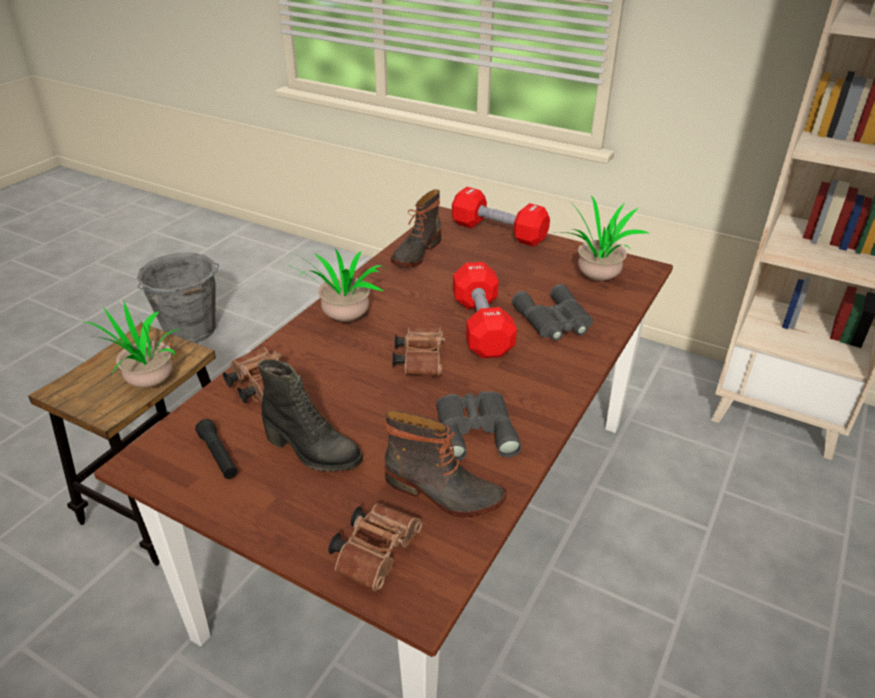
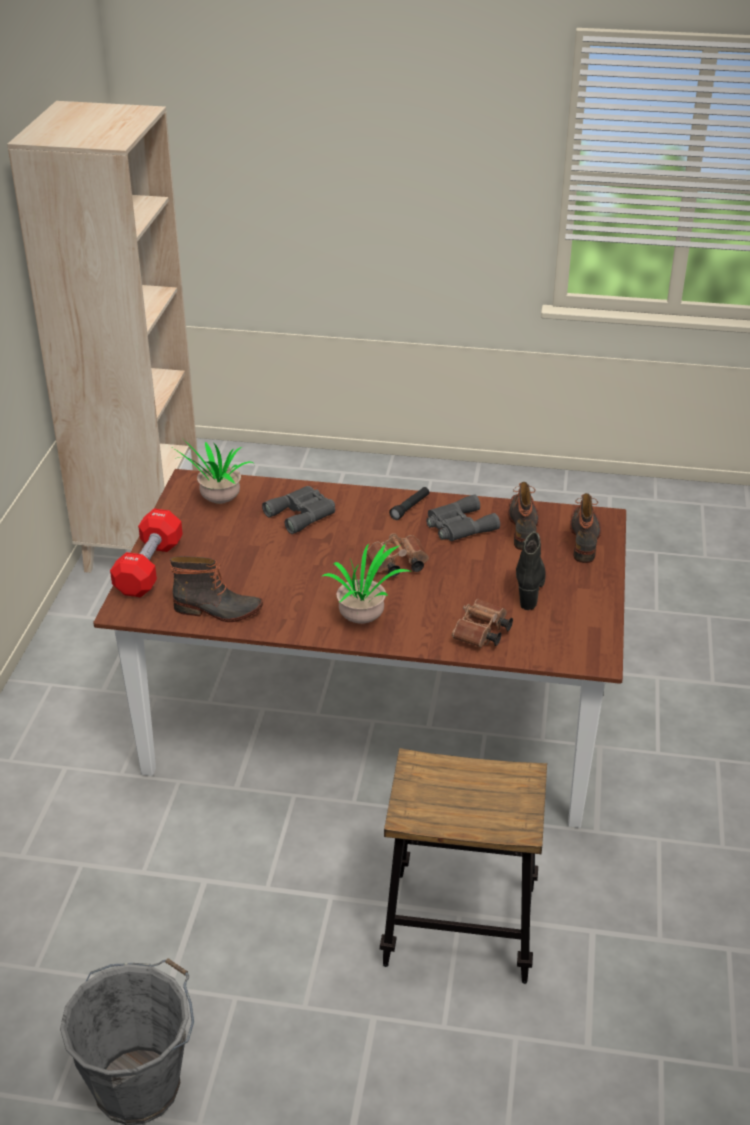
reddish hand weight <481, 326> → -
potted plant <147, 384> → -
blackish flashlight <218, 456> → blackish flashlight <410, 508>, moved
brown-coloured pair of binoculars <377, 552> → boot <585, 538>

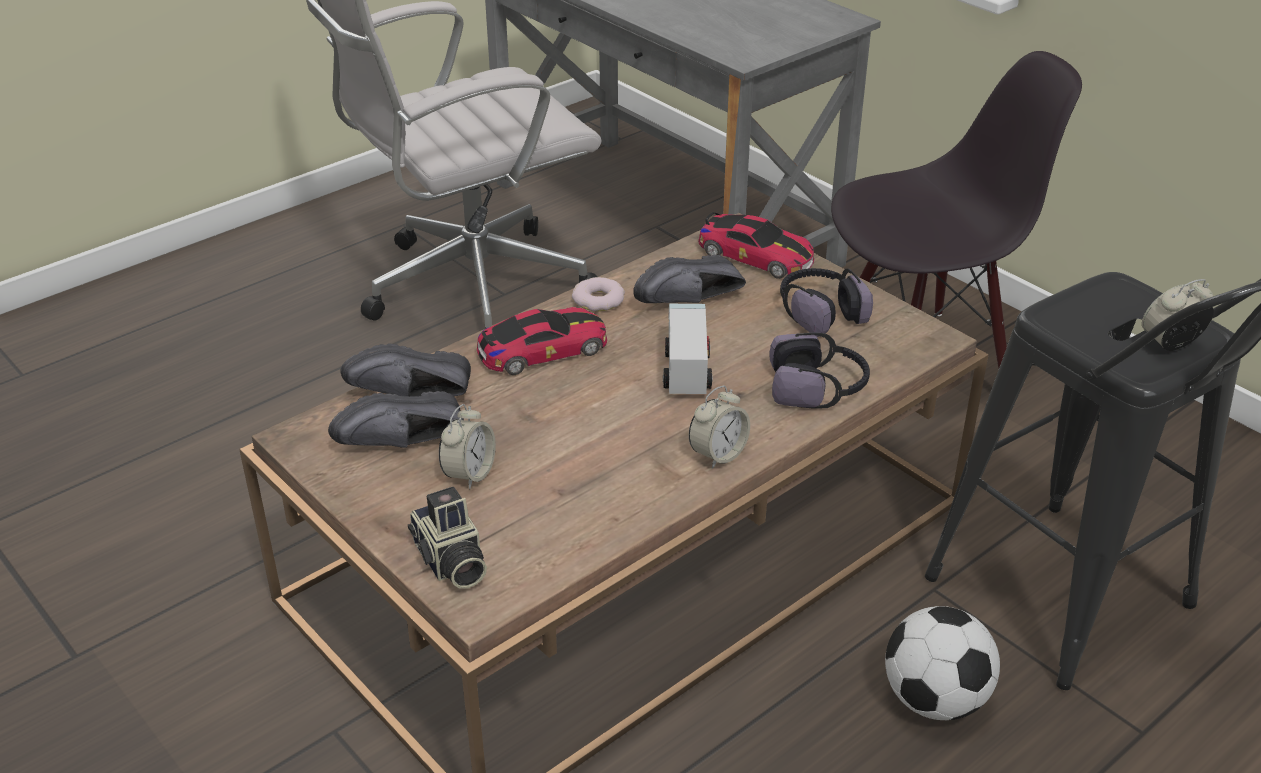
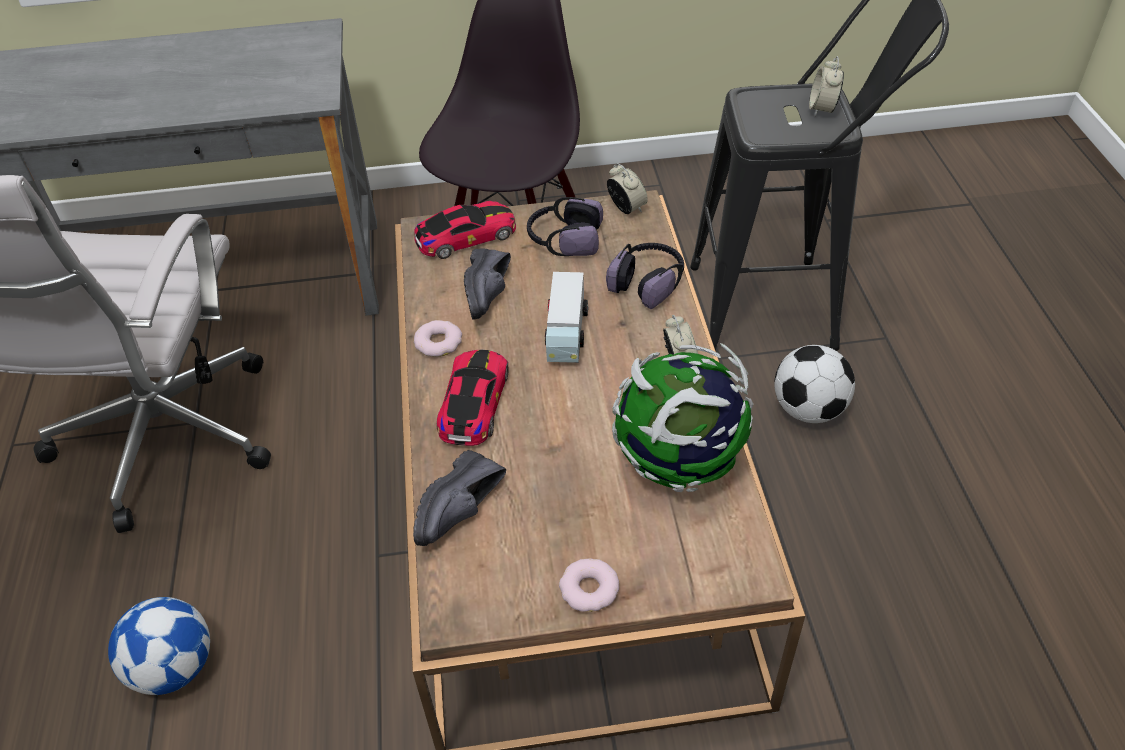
model truck <686, 366> → model truck <566, 333>, 120 degrees counterclockwise
blackish shoe <405, 444> → -
table clock <469, 474> → table clock <626, 208>, moved
photo camera <450, 563> → -
- → desk globe <680, 463>
- → doughnut <589, 589>
- → football <174, 667>

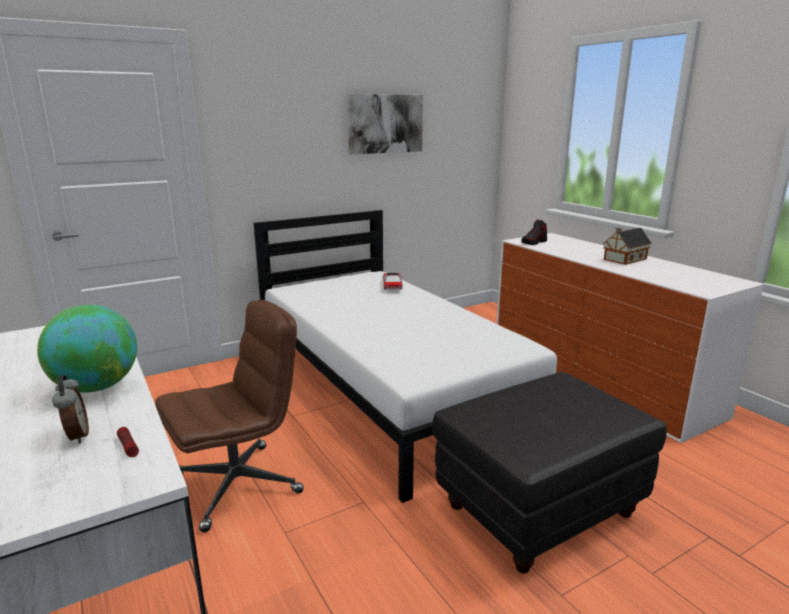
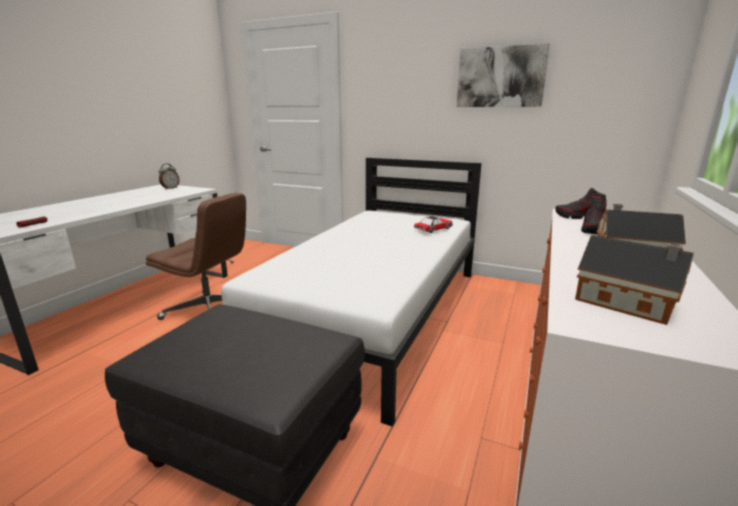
desk globe <96, 387> → -
table clock <76, 436> → table clock <170, 188>, moved
- → shoe <592, 230>
- → miniature house <628, 304>

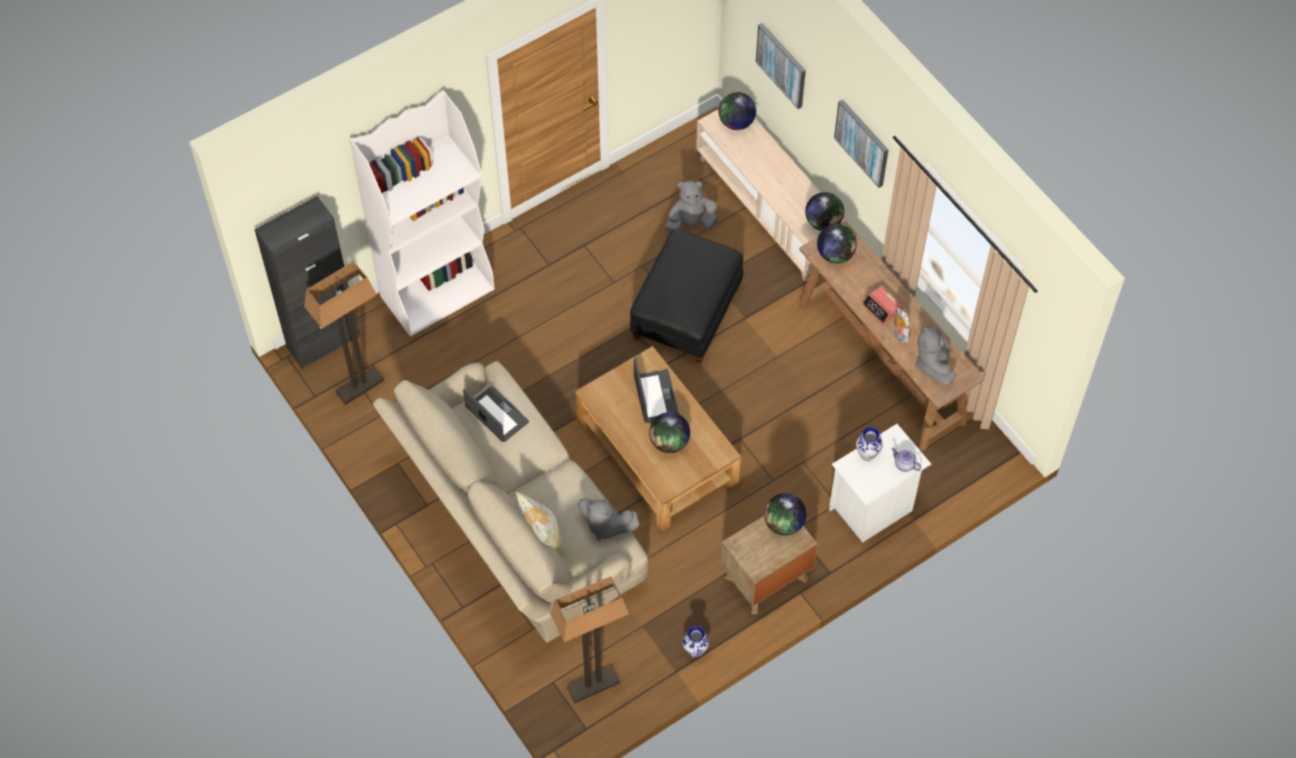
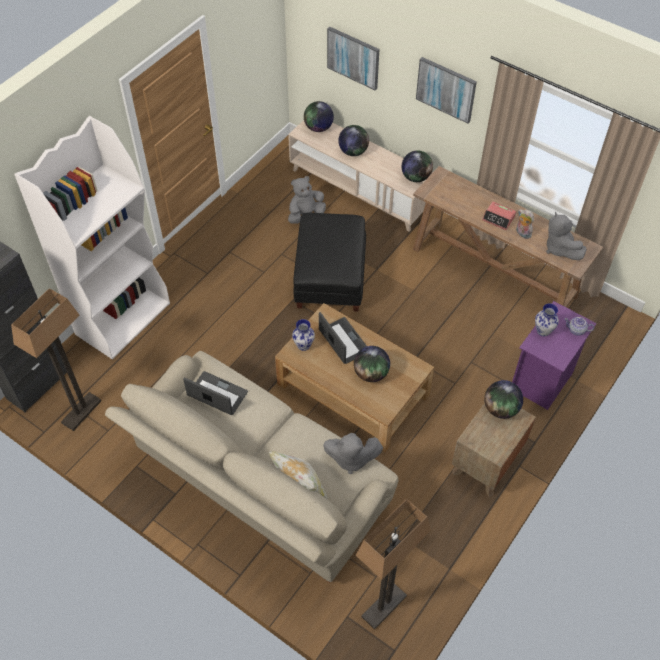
desk globe <835, 254> → desk globe <353, 151>, moved
whitish bedside table <872, 509> → purple-coloured bedside table <542, 382>
flower vase <695, 650> → flower vase <304, 345>, moved

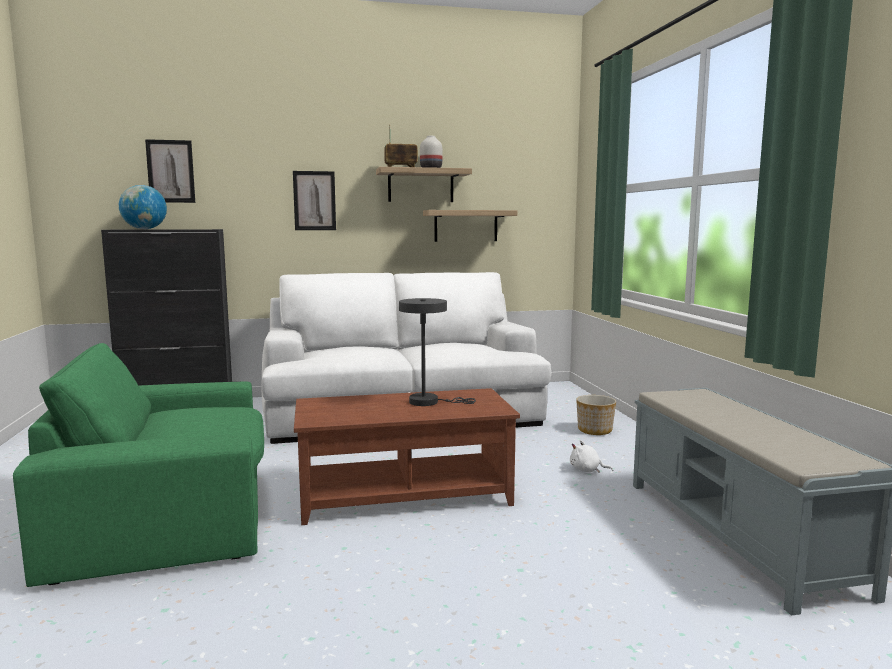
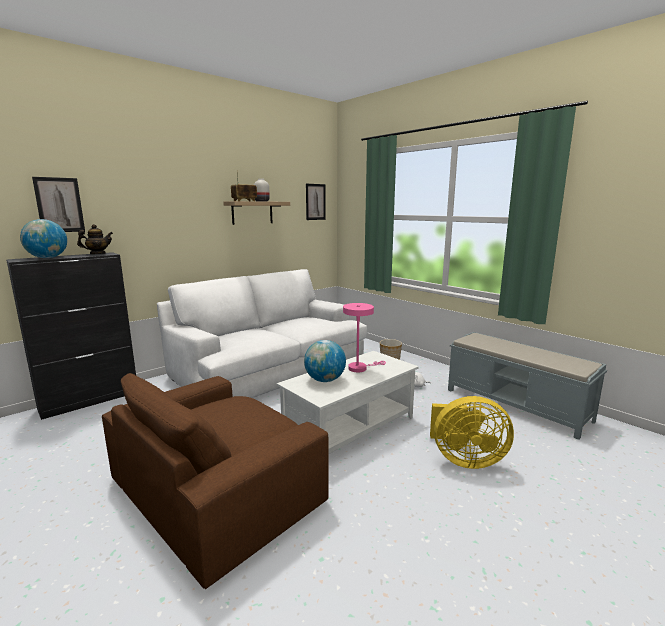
wall picture <314, 200> → wall picture <315, 202>, moved
wall shelf <466, 226> → -
greyish lamp for a table <429, 402> → pinkish lamp for a table <360, 368>
green-coloured armchair <169, 512> → brown-coloured armchair <217, 489>
brown-coloured low table <404, 494> → whitish low table <349, 428>
- → teapot <97, 254>
- → desk globe <324, 380>
- → yellow-coloured cooling fan <464, 459>

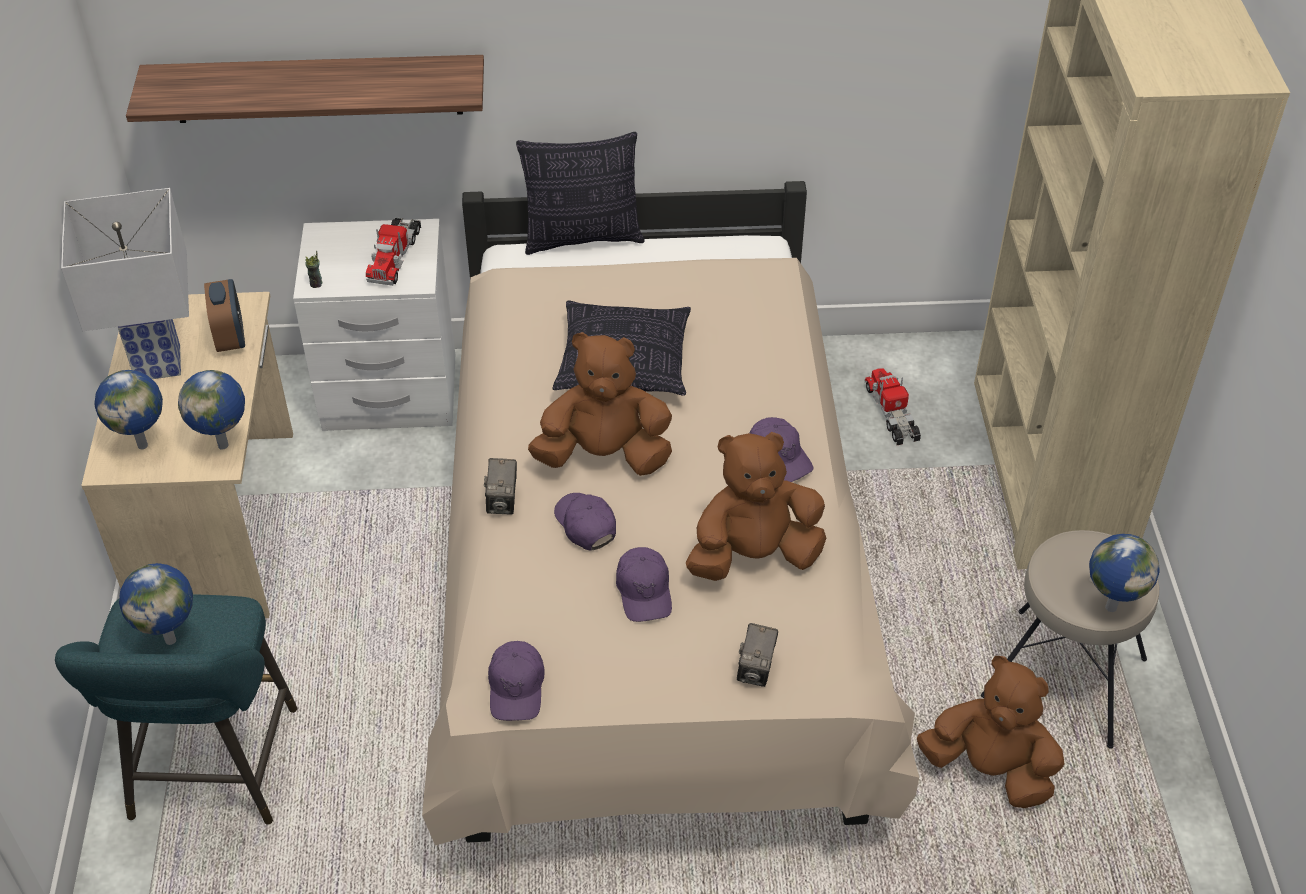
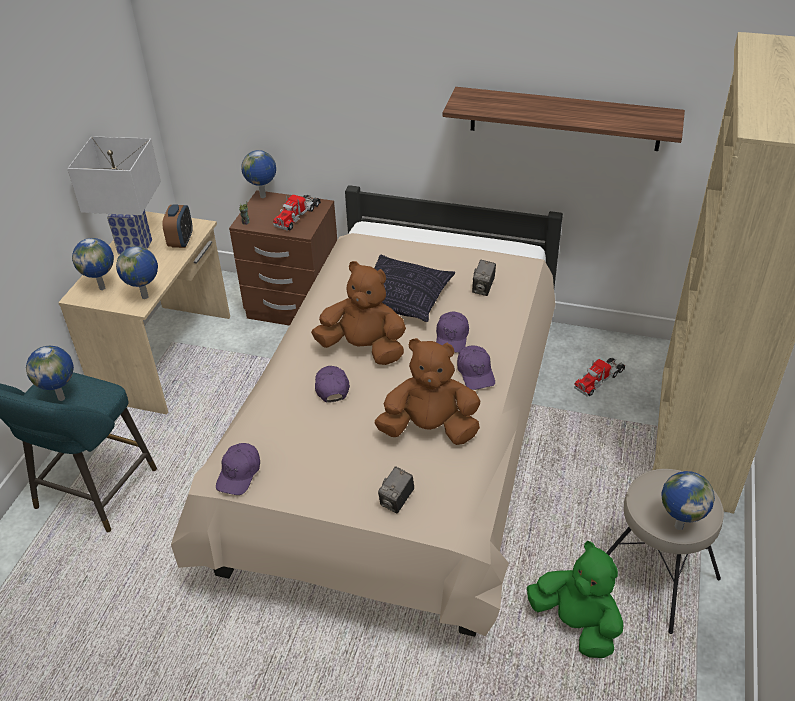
wall shelf <317, 88> → wall shelf <564, 119>, moved
pillow <583, 238> → -
whitish bedside table <390, 394> → brown-coloured bedside table <294, 306>
model truck <892, 413> → model truck <599, 379>, 135 degrees counterclockwise
photo camera <502, 501> → photo camera <483, 289>, moved
purple-coloured peaked cap <644, 591> → purple-coloured peaked cap <452, 337>, moved
brown-coloured plush toy <989, 769> → green-coloured plush toy <576, 623>
- → desk globe <263, 197>

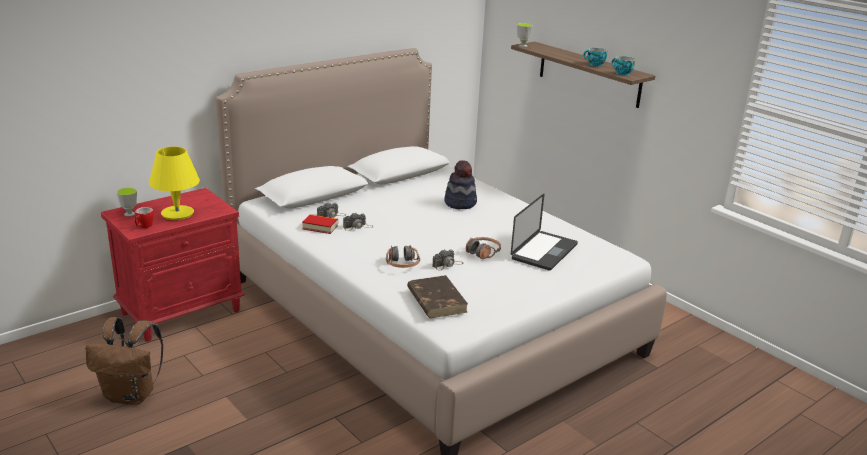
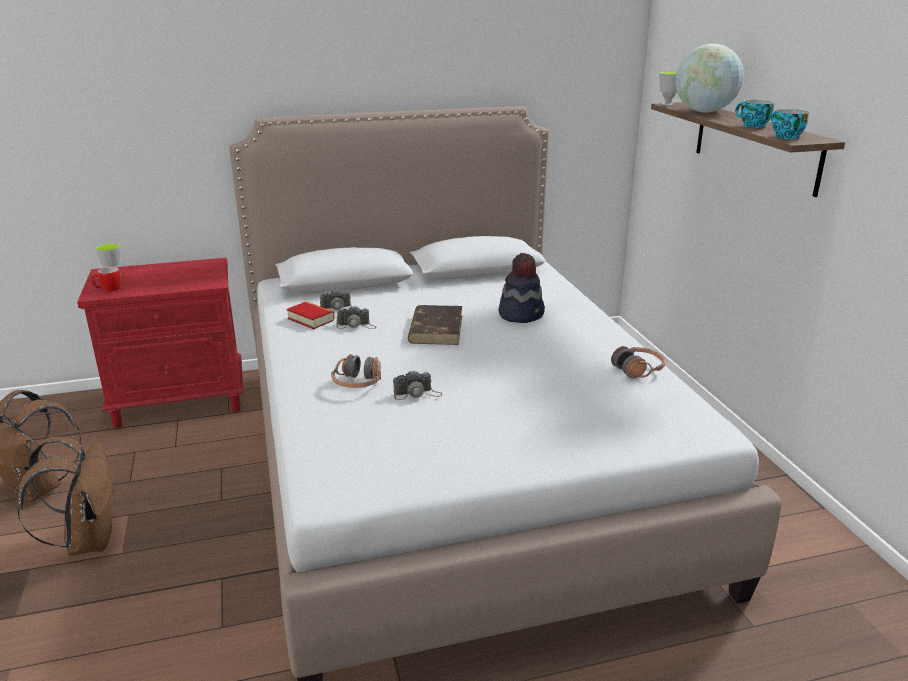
yellow-coloured lamp for a table <177, 213> → -
laptop <544, 251> → -
headphones <483, 252> → headphones <638, 369>, moved
brown-coloured book <436, 300> → brown-coloured book <436, 328>, moved
- → desk globe <704, 112>
- → brown-coloured knapsack <87, 540>

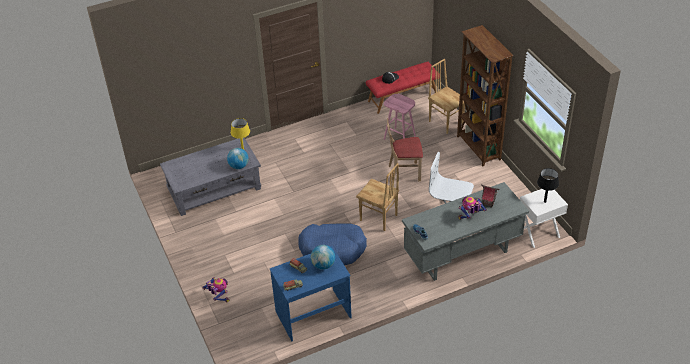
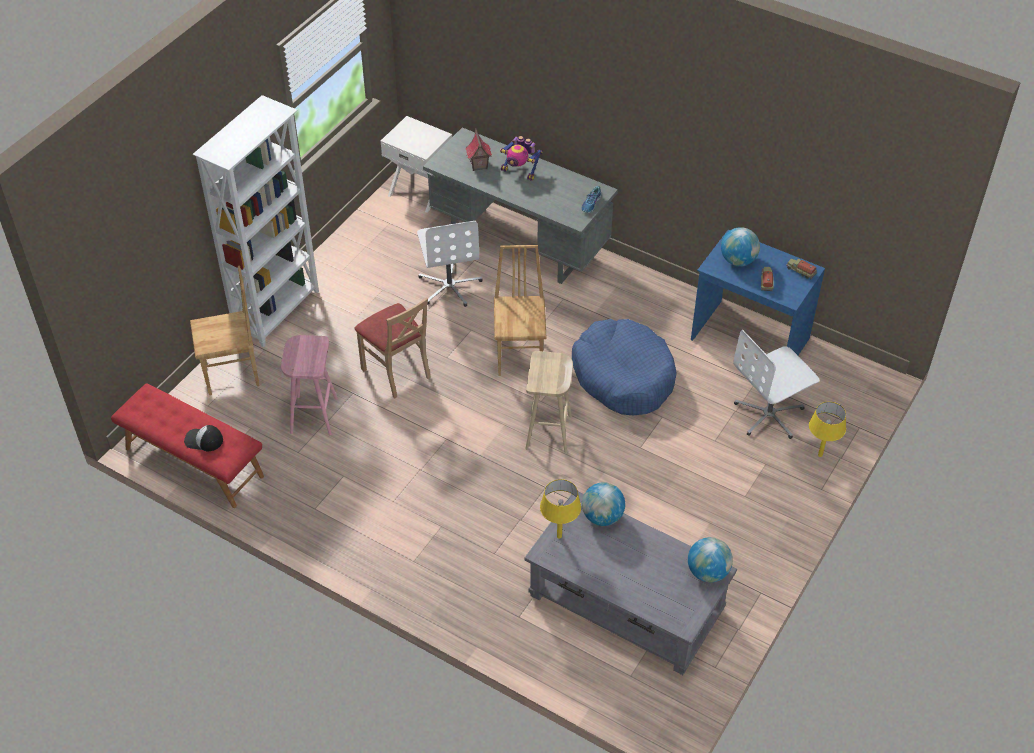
brown-coloured shelving unit <478, 148> → whitish shelving unit <278, 311>
brown-coloured plain chair <446, 122> → brown-coloured plain chair <232, 375>, 120 degrees counterclockwise
blackish lamp for a table <545, 201> → -
robot figure <218, 297> → yellow-coloured lamp for a table <820, 455>
- → whitish office chair <769, 415>
- → beige-coloured stool <549, 433>
- → desk globe <707, 572>

